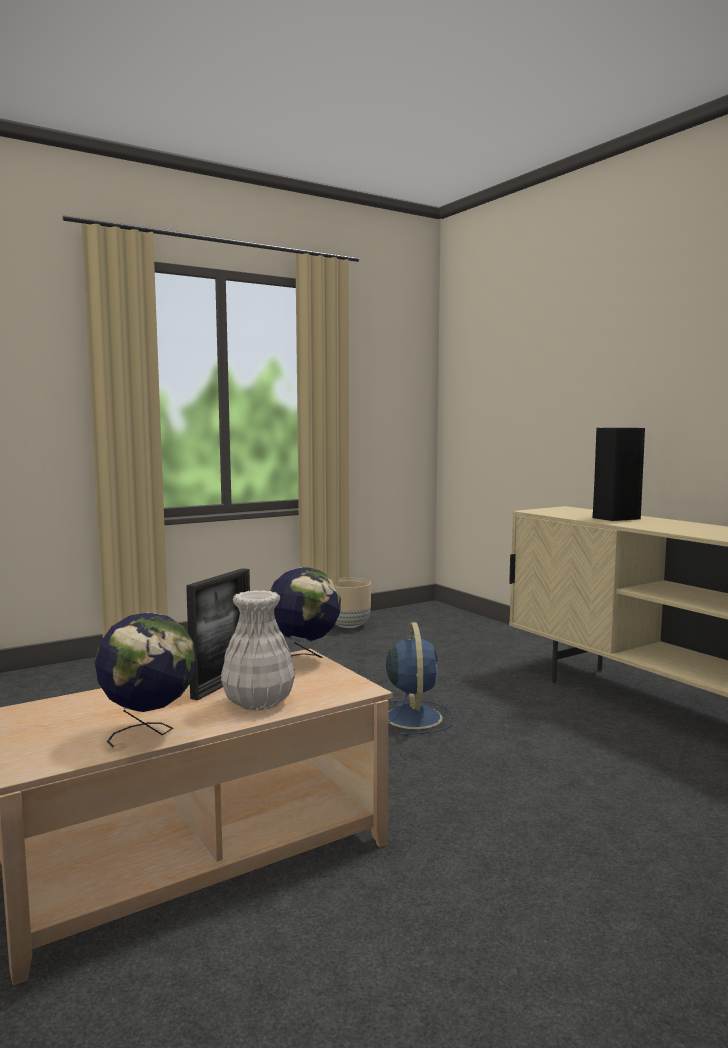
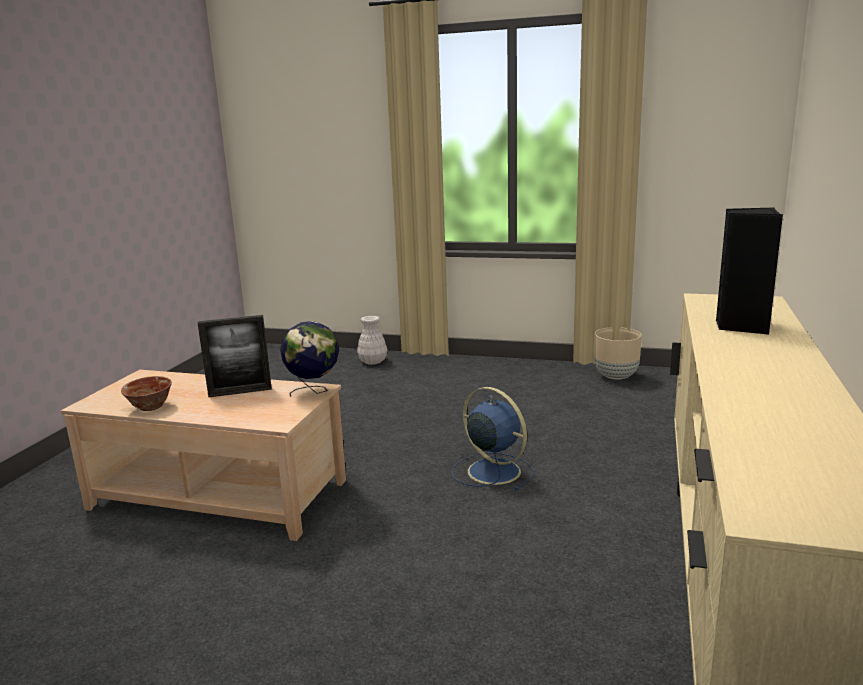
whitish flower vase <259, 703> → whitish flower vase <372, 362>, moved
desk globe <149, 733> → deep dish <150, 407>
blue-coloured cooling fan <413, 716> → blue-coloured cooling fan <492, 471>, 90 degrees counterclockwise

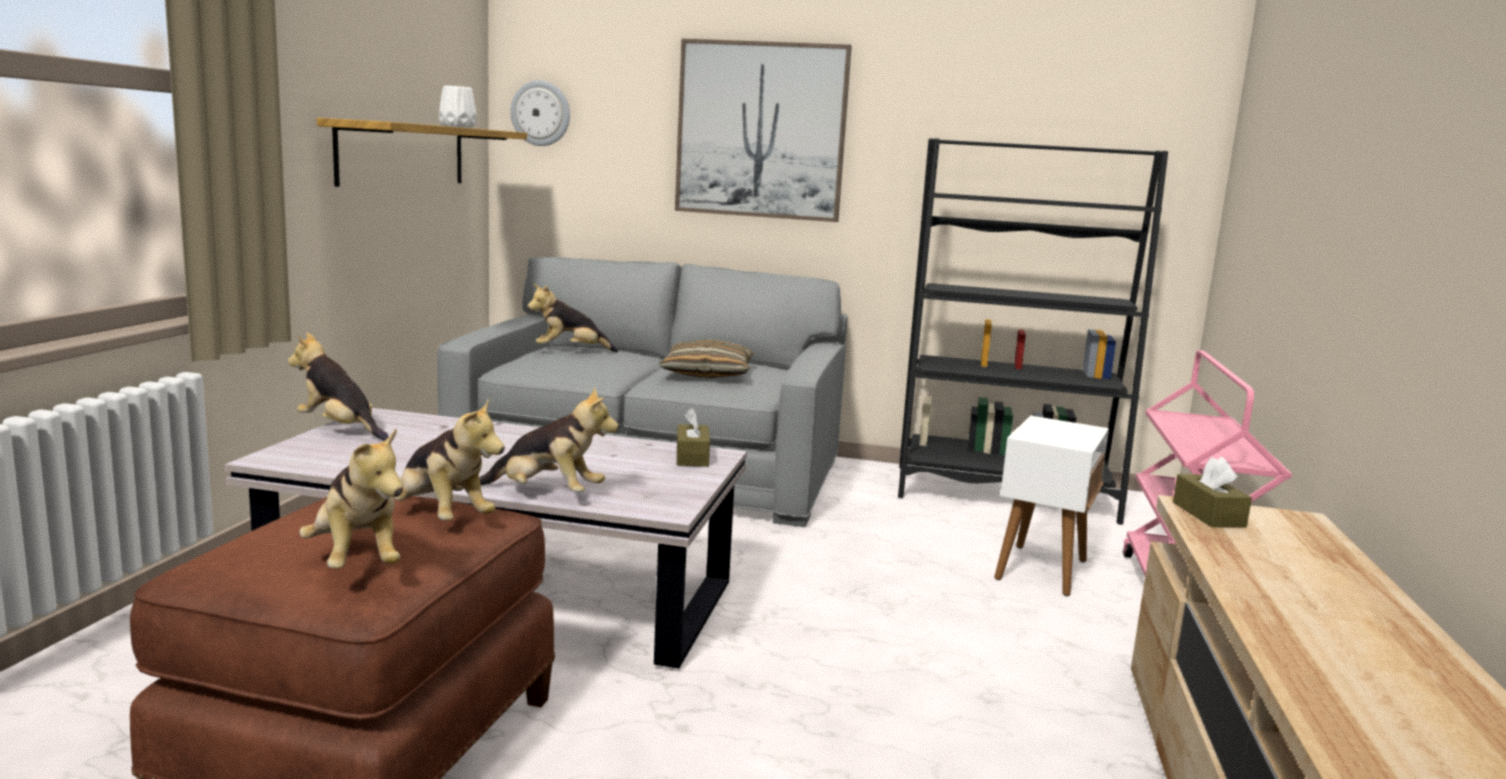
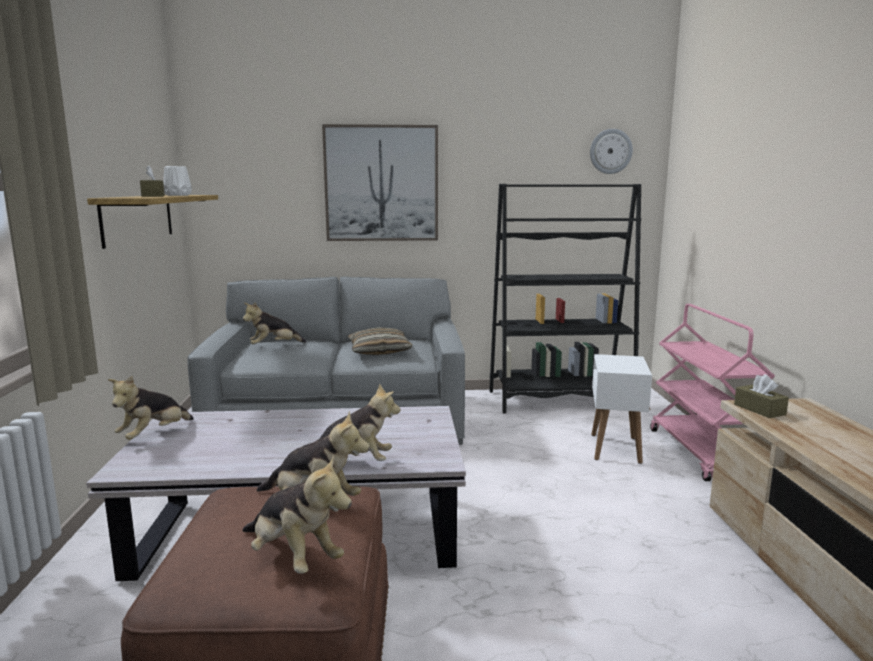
hanging clock <541, 113> → hanging clock <610, 151>, moved
plush toy <340, 429> → plush toy <154, 435>, 75 degrees counterclockwise
brown-coloured tissue holder <692, 457> → brown-coloured tissue holder <153, 196>, moved

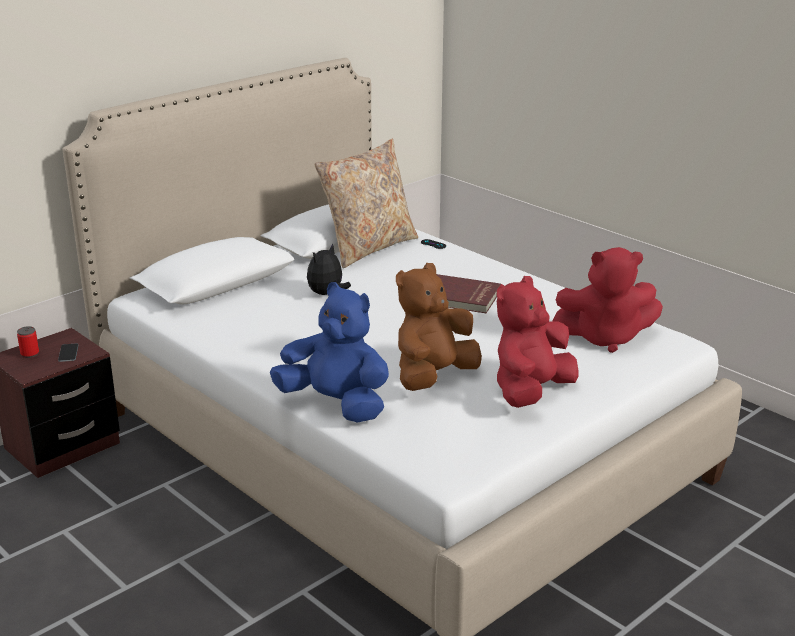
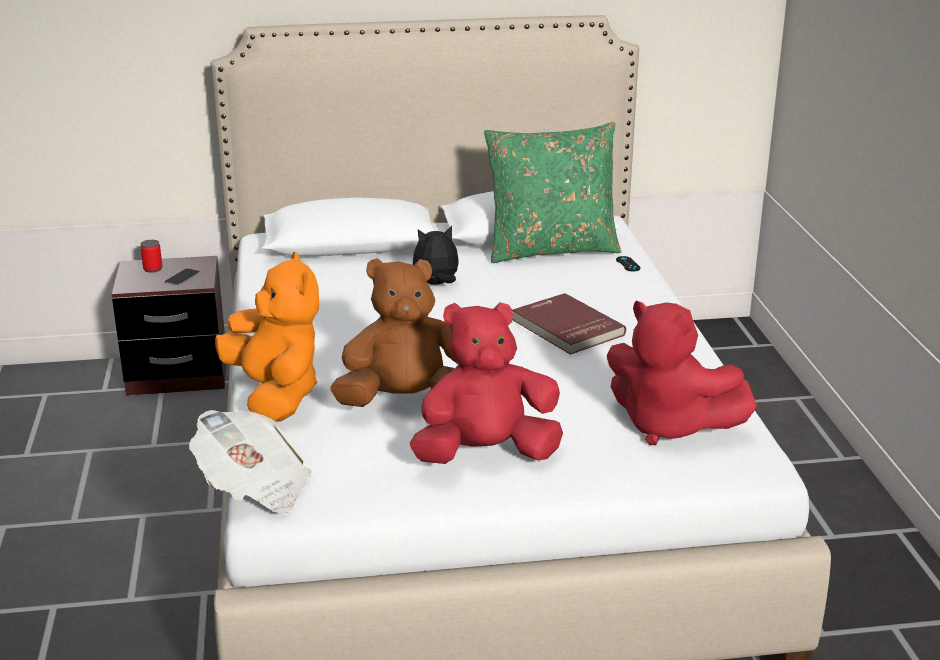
beige-coloured pillow <368, 247> → green-coloured pillow <551, 249>
blue-coloured plush toy <336, 404> → orangey plush toy <275, 395>
- → newspaper <254, 487>

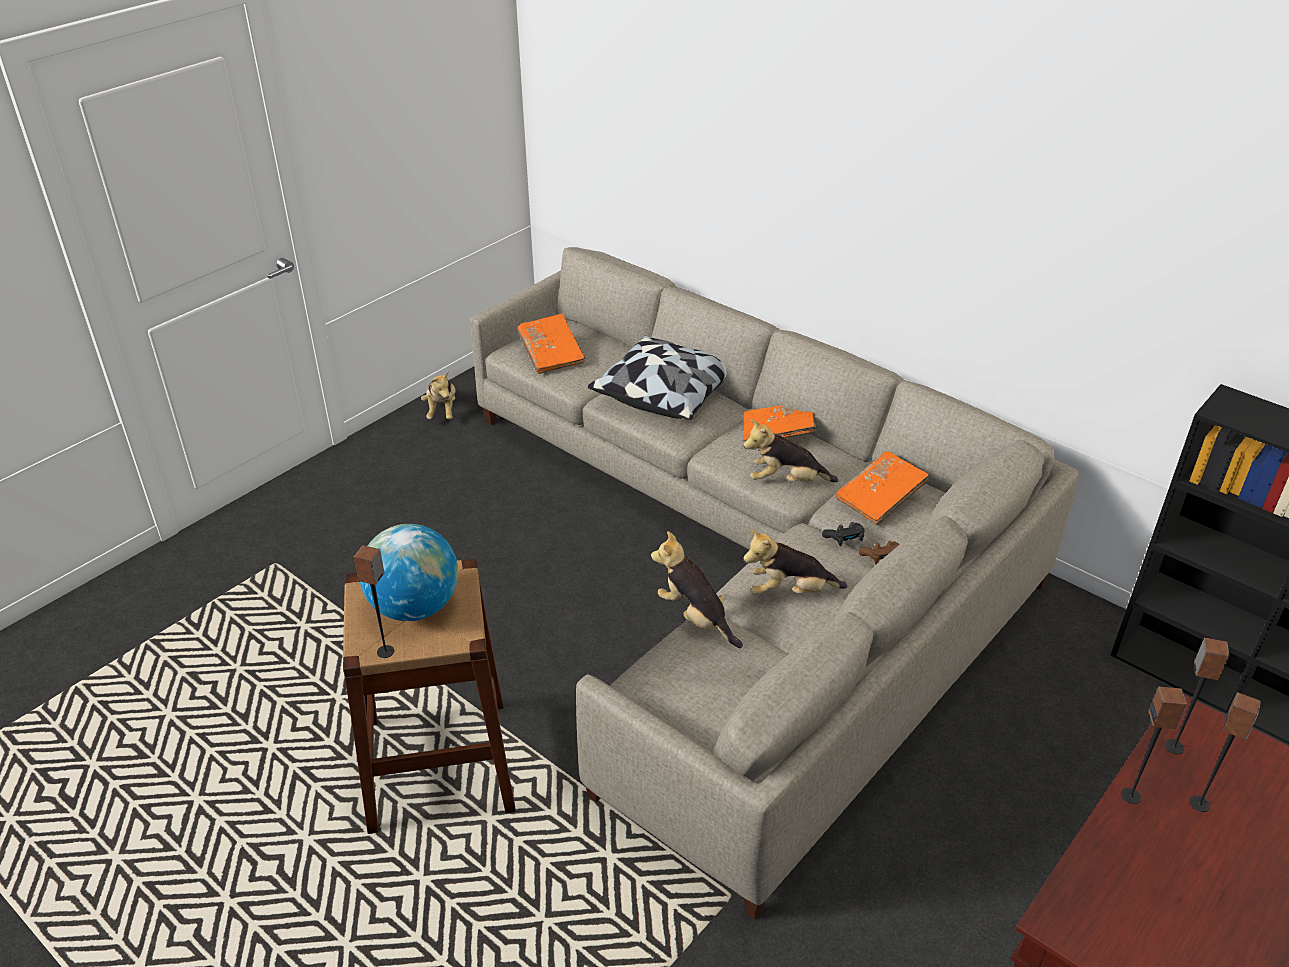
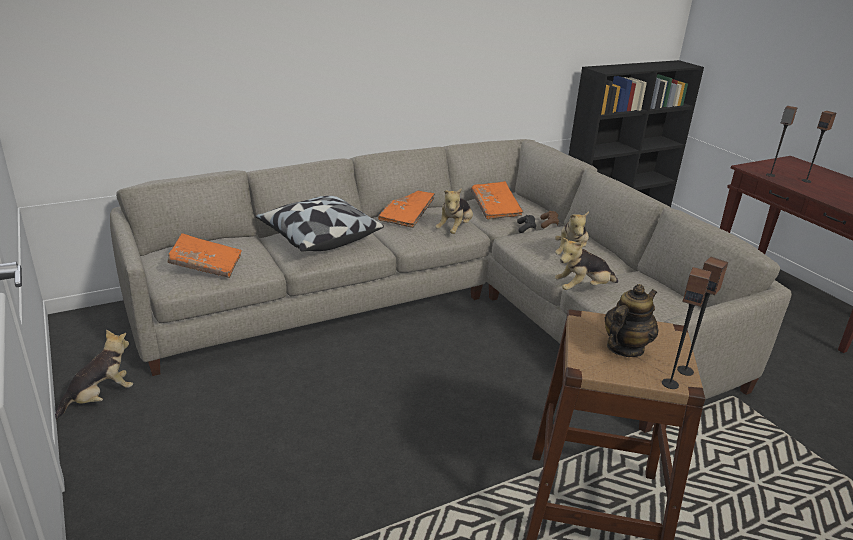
plush toy <442, 411> → plush toy <100, 398>, 60 degrees counterclockwise
desk globe <414, 607> → teapot <624, 348>
audio speaker <1131, 796> → audio speaker <670, 383>, moved

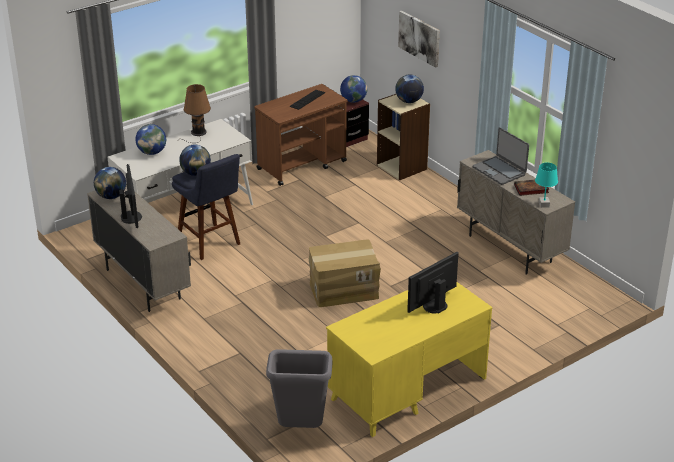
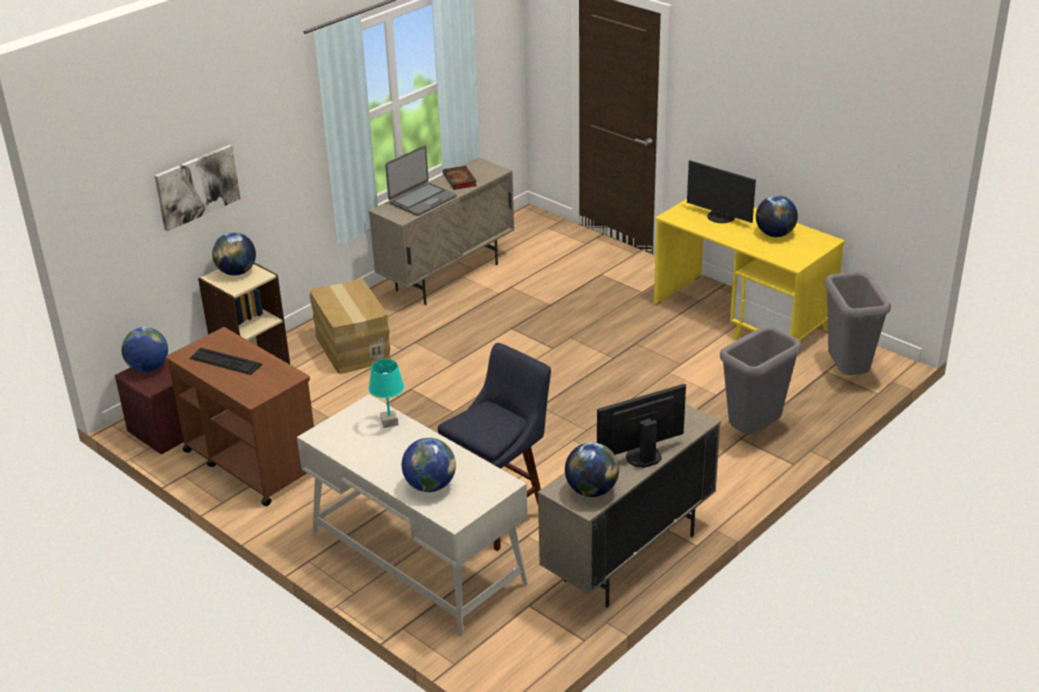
brown-coloured lamp for a table <197, 133> → -
desk globe <196, 173> → desk globe <775, 234>, moved
turquoise-coloured lamp for a table <544, 205> → turquoise-coloured lamp for a table <390, 422>, moved
cardboard box <343, 290> → cardboard box <351, 348>, moved
- → greyish waste bin <754, 433>

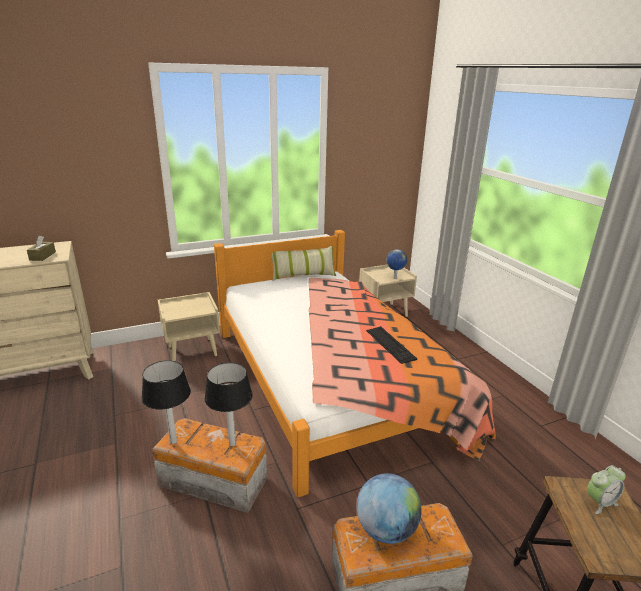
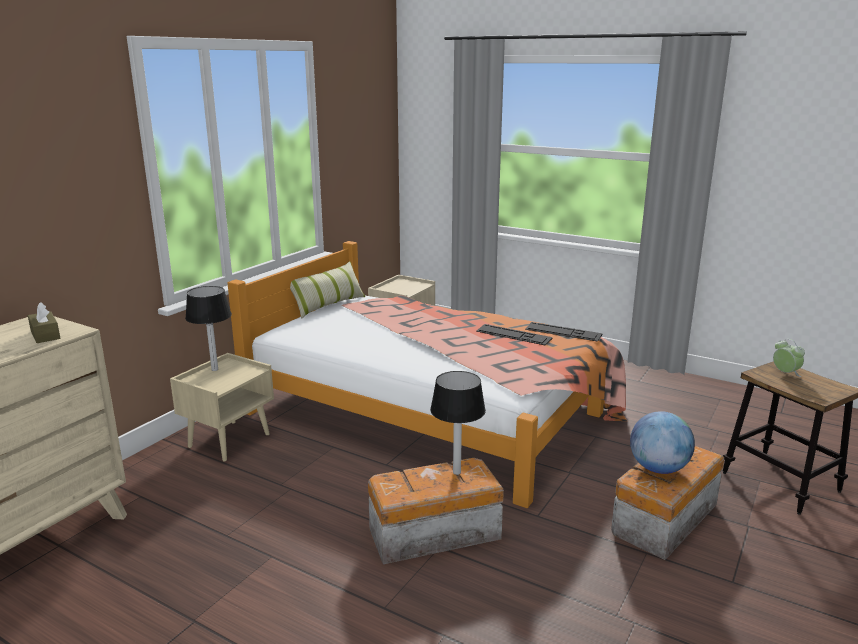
desk globe <394, 278> → -
lamp for a table <173, 442> → lamp for a table <215, 369>, moved
table clock <599, 502> → table clock <785, 373>, 60 degrees counterclockwise
- → computer keyboard <563, 332>

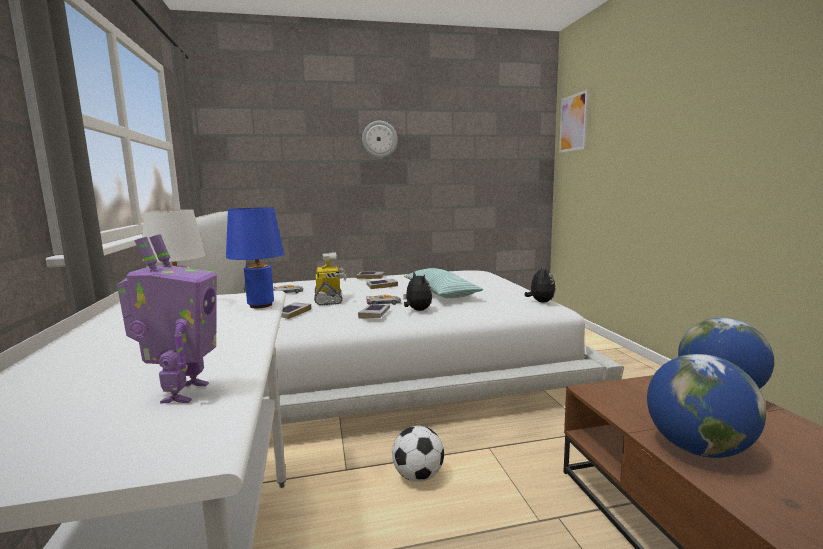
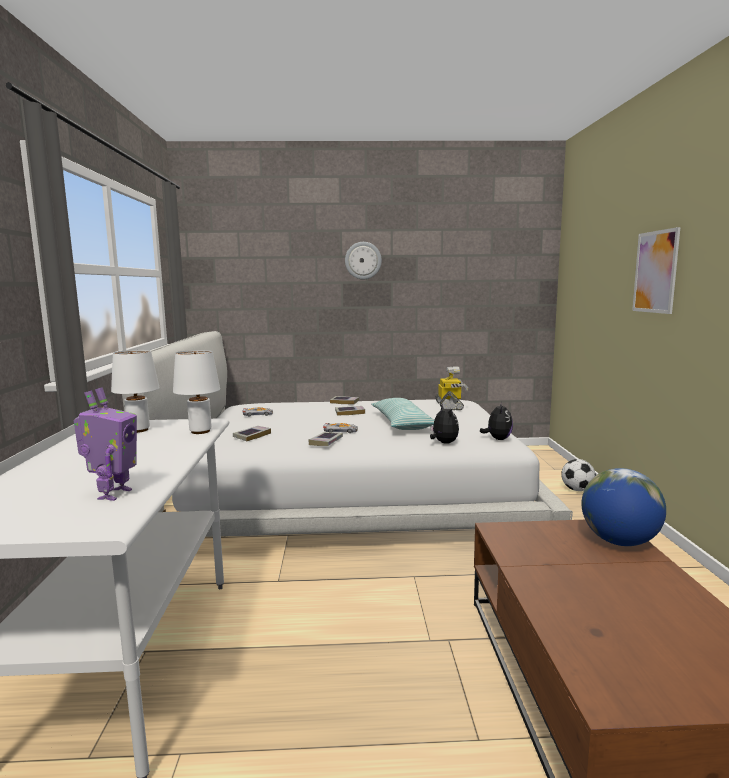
wall picture <573, 123> → wall picture <655, 272>, moved
blue-coloured lamp for a table <260, 305> → whitish lamp for a table <200, 431>
robot figure <329, 299> → robot figure <450, 406>, moved
plush toy <417, 310> → plush toy <443, 443>, moved
desk globe <697, 449> → -
football <418, 476> → football <577, 490>, moved

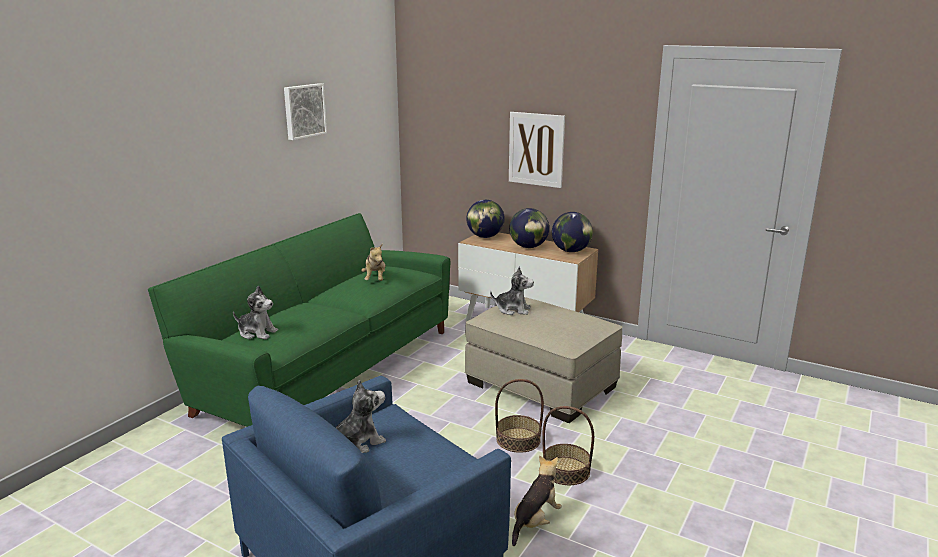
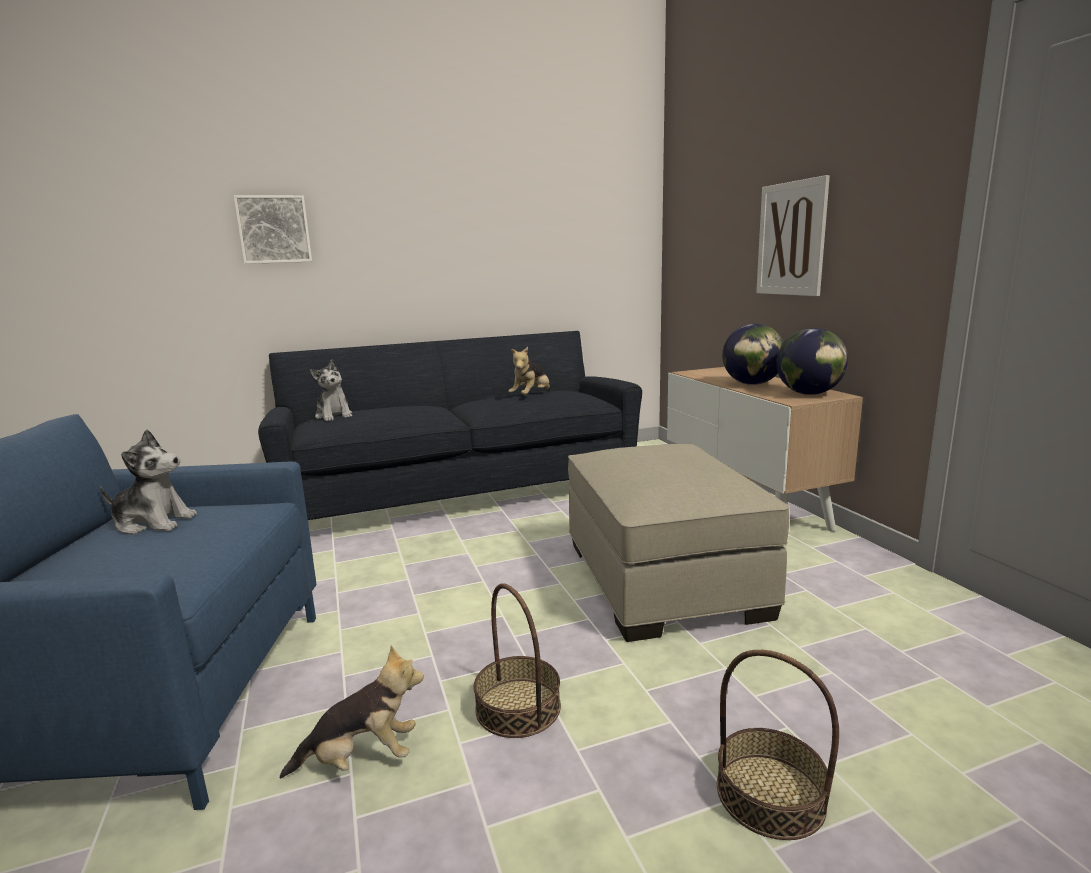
wall picture <303, 111> → wall picture <274, 229>, moved
desk globe <485, 237> → -
green-coloured settee <325, 368> → blackish settee <459, 490>
plush toy <513, 310> → -
storage basket <518, 440> → storage basket <769, 795>, moved

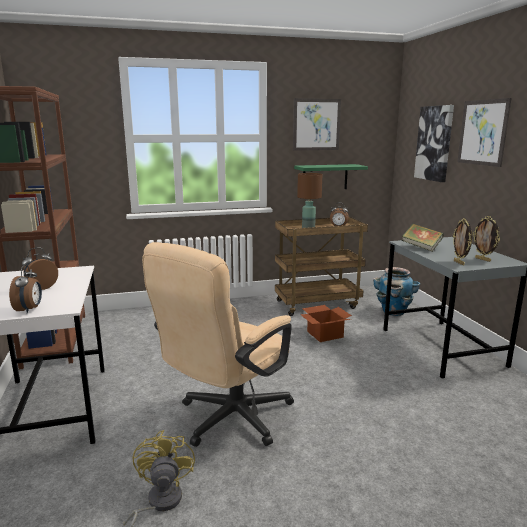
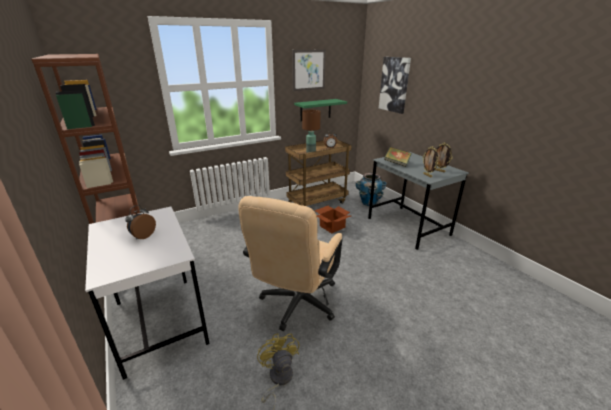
wall picture <483, 132> → -
table clock <29, 309> → -

